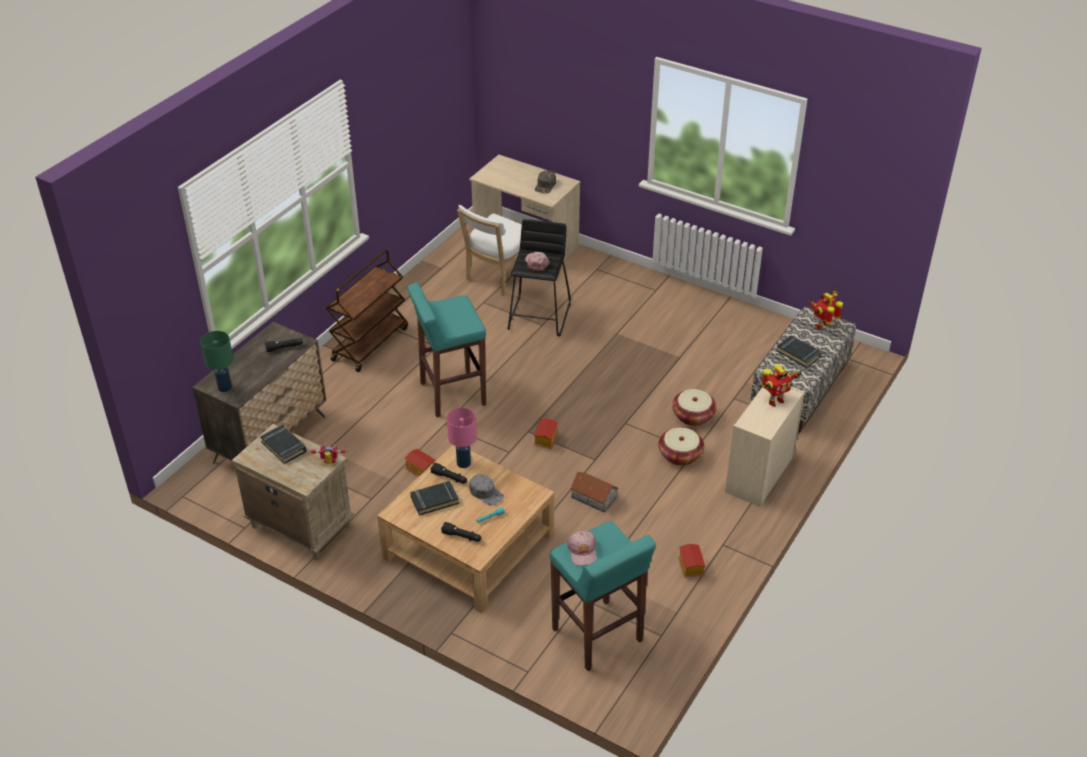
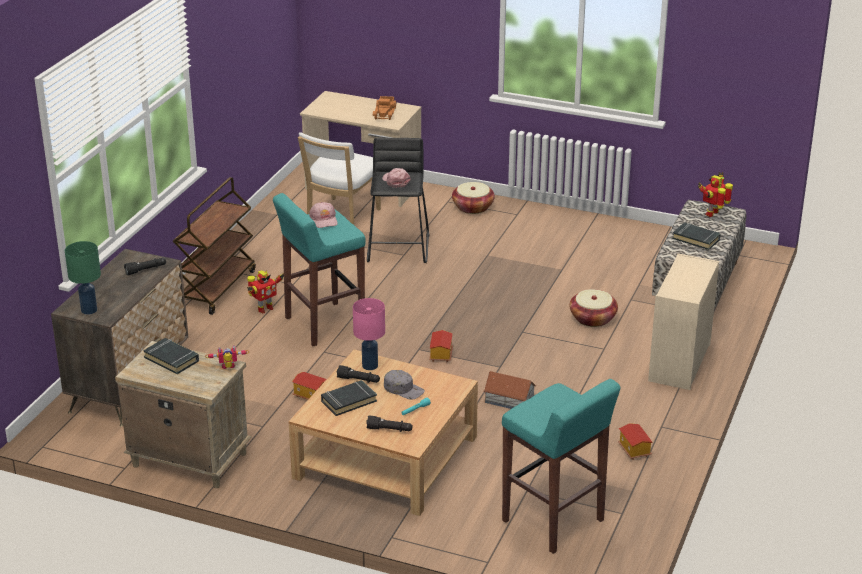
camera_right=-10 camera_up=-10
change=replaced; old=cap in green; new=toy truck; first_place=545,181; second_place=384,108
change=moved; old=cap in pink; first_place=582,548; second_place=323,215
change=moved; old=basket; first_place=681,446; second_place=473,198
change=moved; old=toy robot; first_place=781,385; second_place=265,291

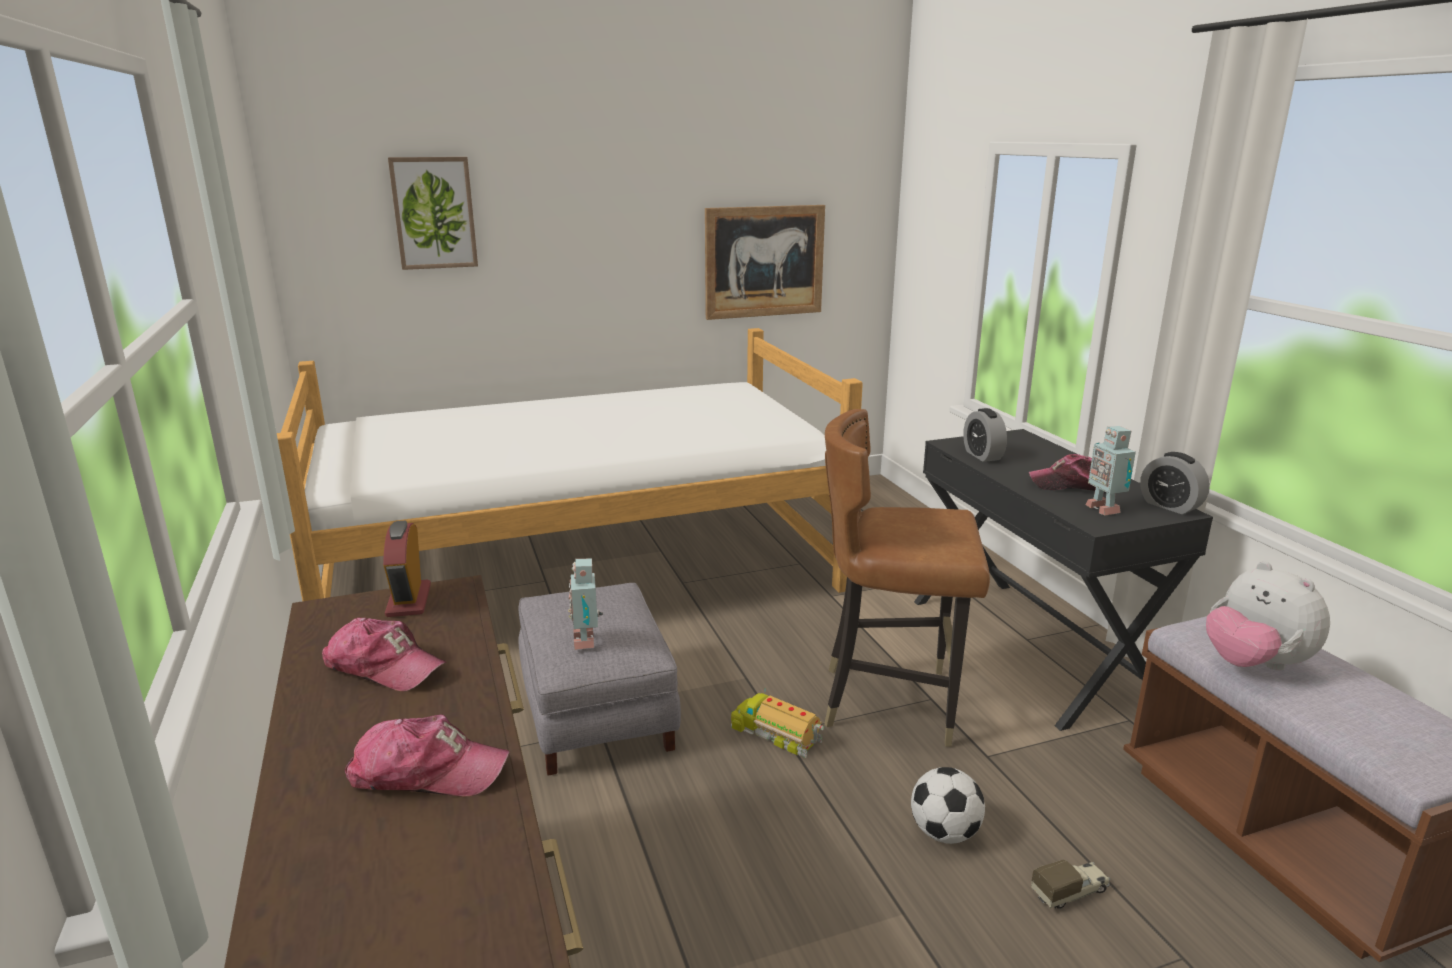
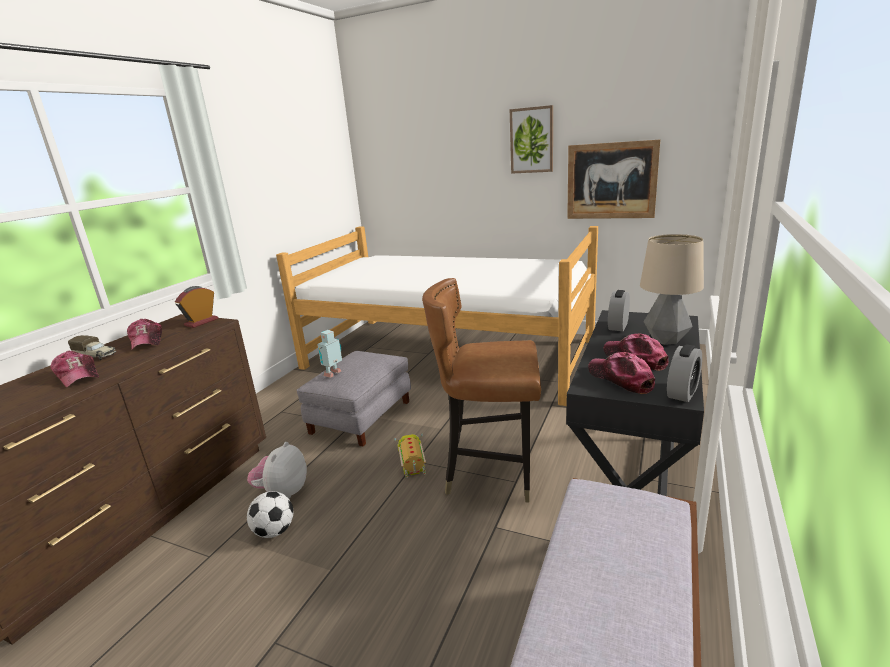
camera_right=45 camera_up=0
change=moved; old=picture; first_place=433,213; second_place=531,139
change=turned; old=chair in brown; first_place=907,578; second_place=481,390; degrees=-45
change=moved; old=football; first_place=948,805; second_place=270,514
change=moved; old=toy truck; first_place=1070,884; second_place=92,347
change=replaced; old=toy robot; new=cap; first_place=1111,471; second_place=621,373
change=turned; old=alarm clock; first_place=1175,483; second_place=684,373; degrees=-150
change=moved; old=plush toy; first_place=1268,615; second_place=277,470
change=added; new=table lamp; second_place=672,289

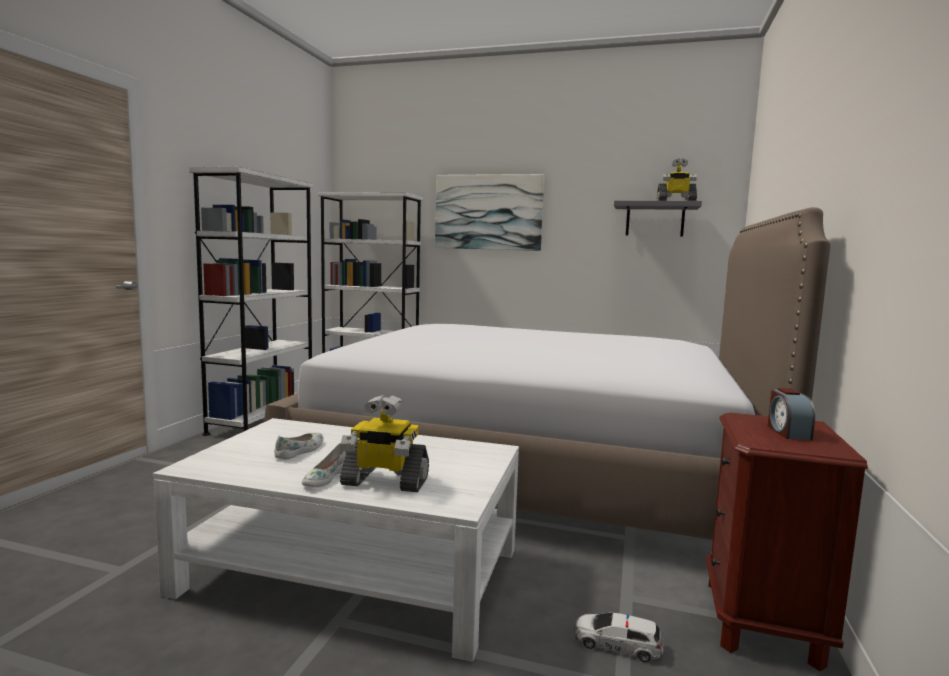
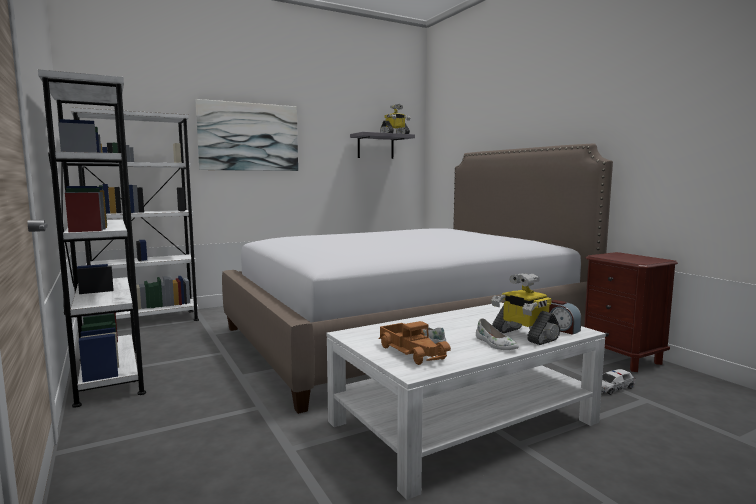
camera_right=-45 camera_up=0
change=turned; old=toy robot; first_place=384,443; second_place=525,309; degrees=90
change=moved; old=alarm clock; first_place=791,414; second_place=565,317
change=added; new=toy truck; second_place=414,343

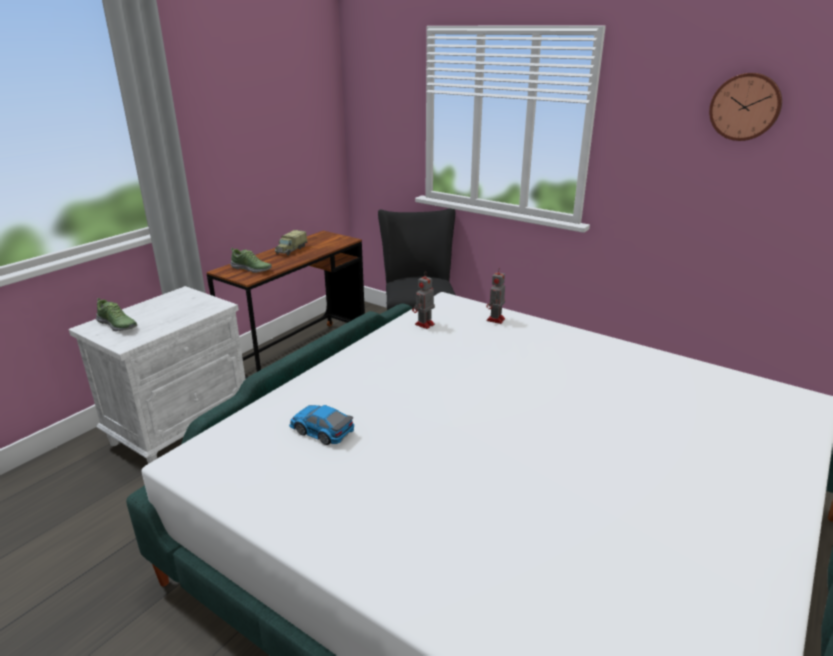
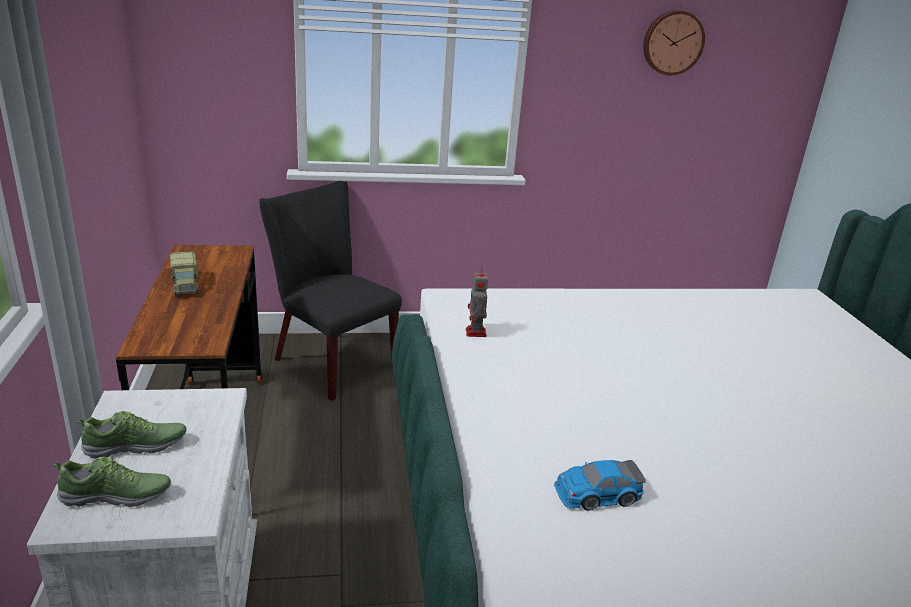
camera_right=-45 camera_up=0
change=moved; old=shoe; first_place=251,260; second_place=131,435
change=removed; old=toy robot; first_place=495,296

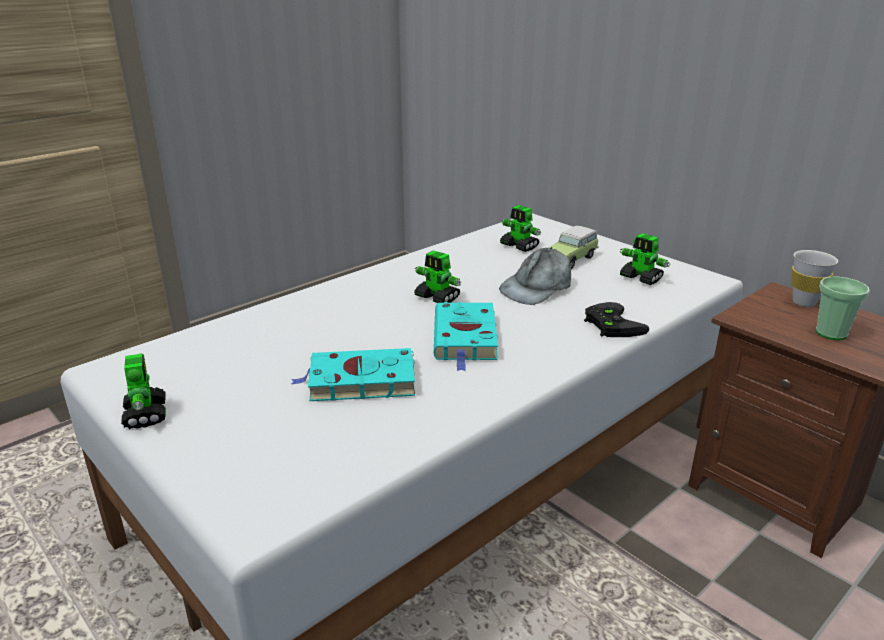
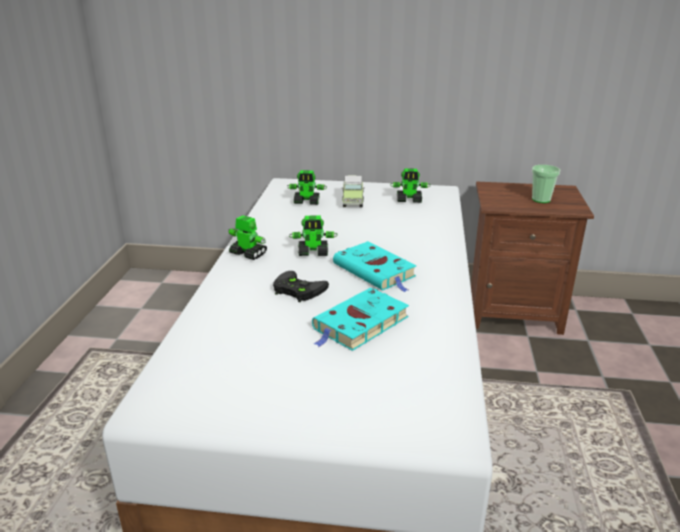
camera_right=-40 camera_up=0
change=moved; old=toy robot; first_place=143,391; second_place=248,237
change=removed; old=cap in grey; first_place=535,276
change=moved; old=game controller in black; first_place=616,319; second_place=301,286
change=removed; old=cup in white; first_place=815,278

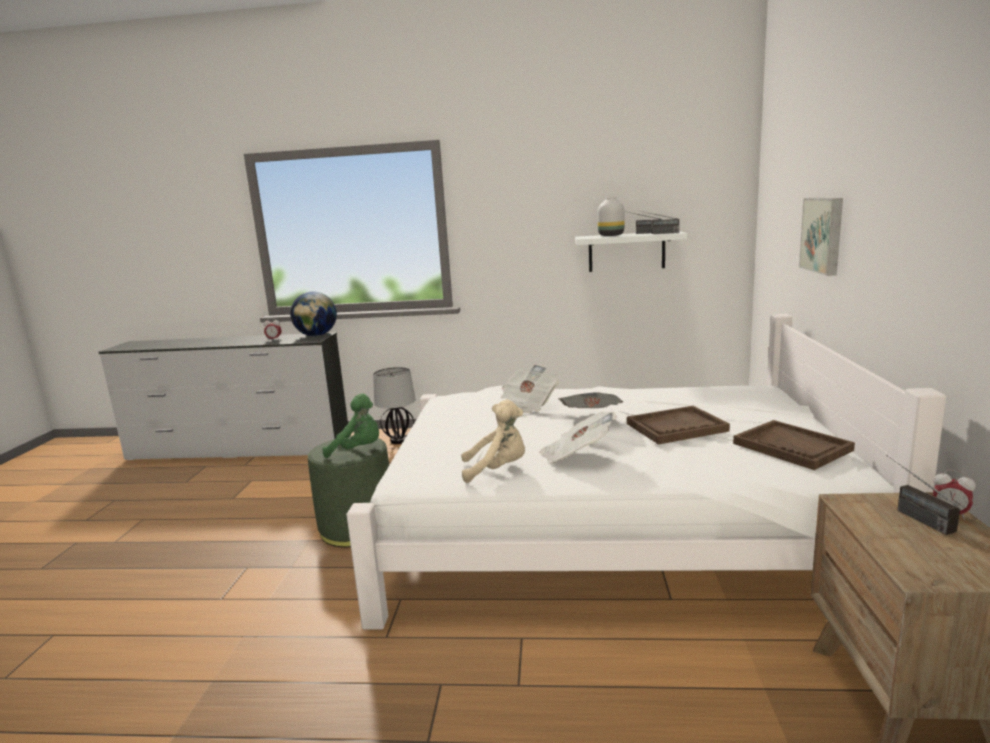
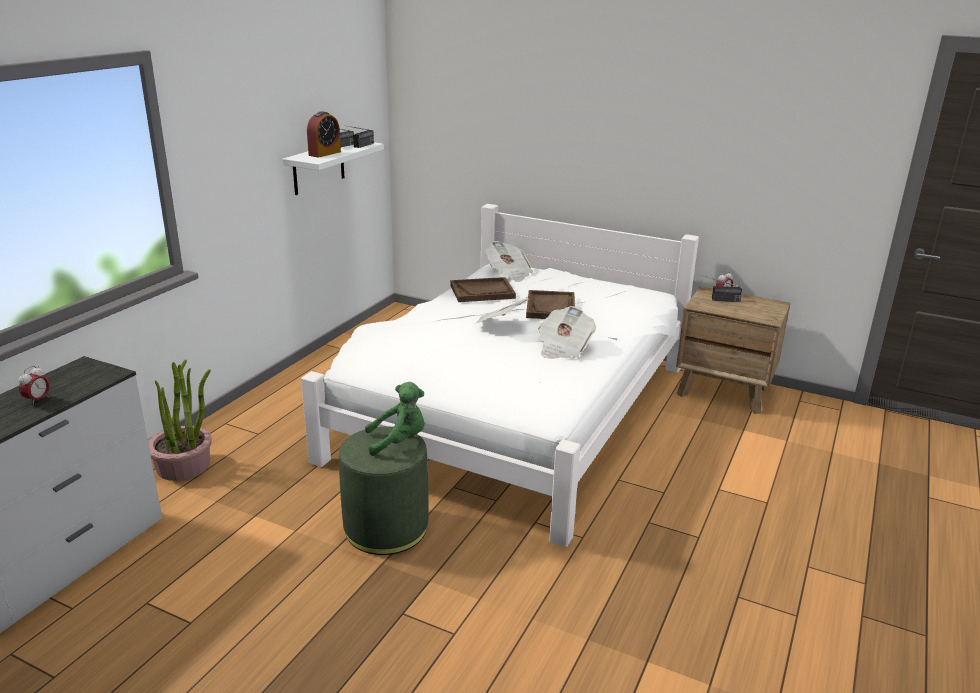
camera_right=-70 camera_up=10
change=removed; old=globe; first_place=313,313
change=turned; old=plush toy in green; first_place=350,425; second_place=395,419; degrees=45
change=replaced; old=table lamp; new=potted plant; first_place=394,405; second_place=180,420
change=removed; old=plush toy in beige; first_place=493,441
change=moved; old=newspaper; first_place=530,388; second_place=509,261
change=replaced; old=vase in white; new=alarm clock; first_place=611,216; second_place=324,134
change=moved; old=tray in brown; first_place=794,445; second_place=483,289
change=removed; old=picture; first_place=821,237

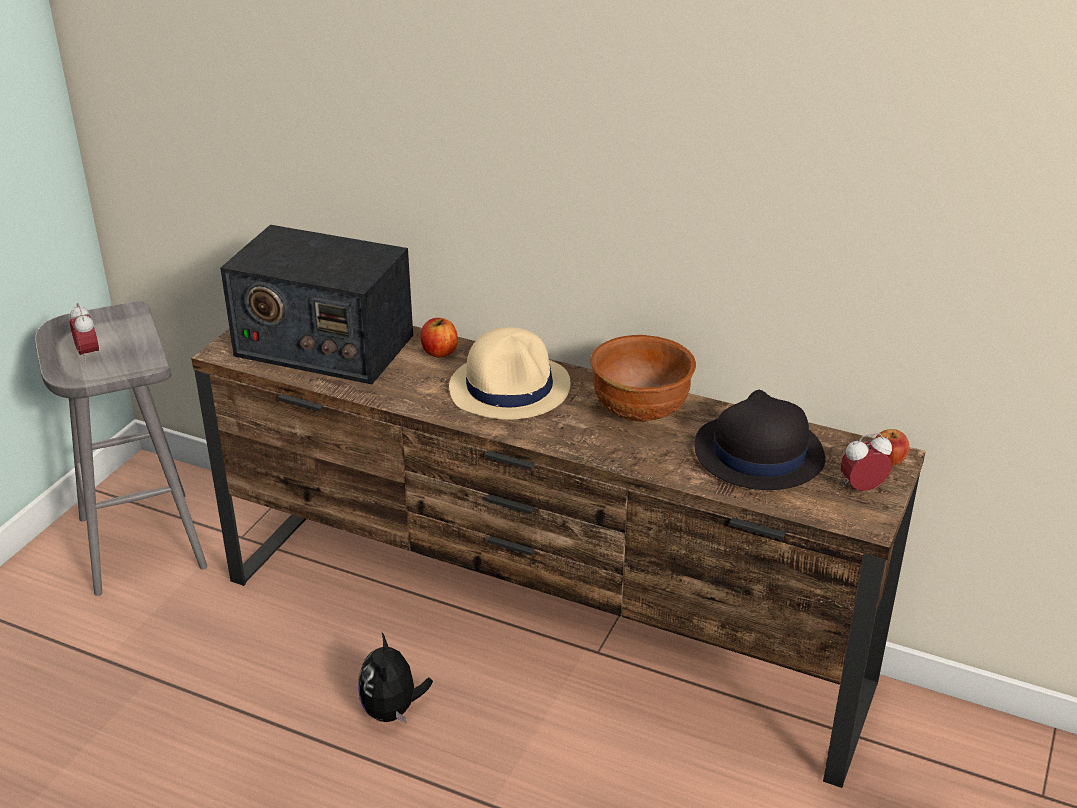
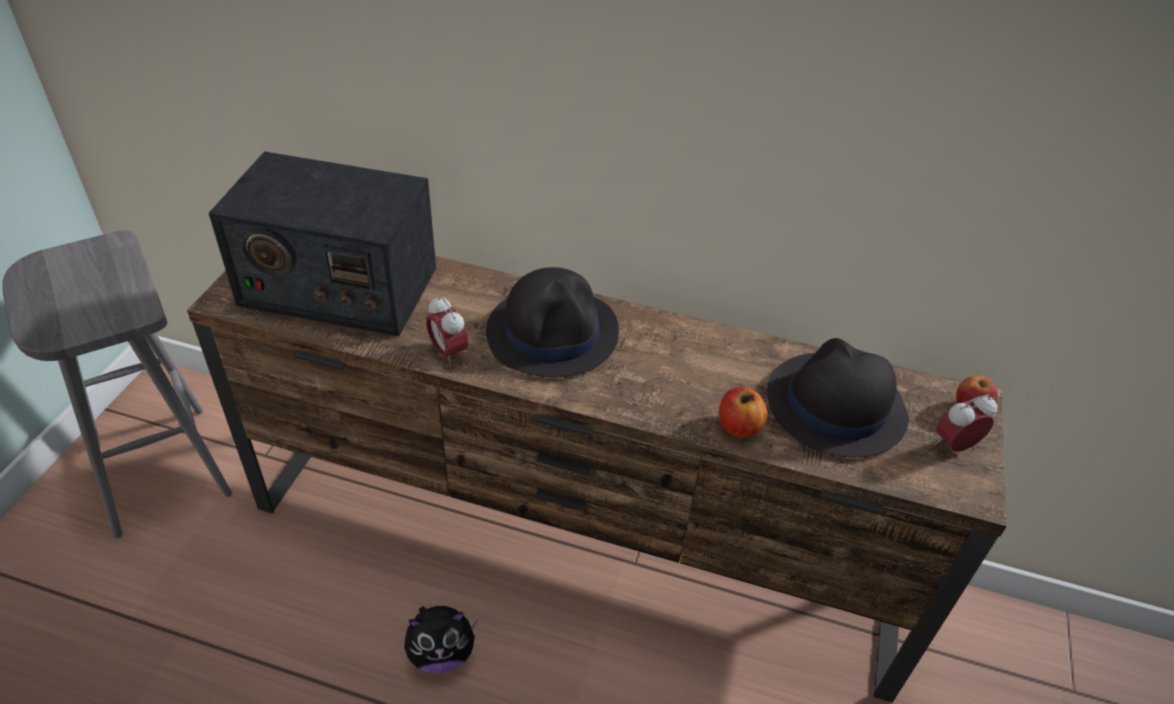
camera_right=-10 camera_up=10
change=moved; old=alarm clock; first_place=84,333; second_place=447,331
change=turned; old=plush toy; first_place=395,678; second_place=441,639; degrees=-90
change=moved; old=apple; first_place=439,338; second_place=743,412
change=recoloured; old=hat in beige; new=hat in black; first_place=509,373; second_place=552,322
change=removed; old=bowl in brown; first_place=643,378

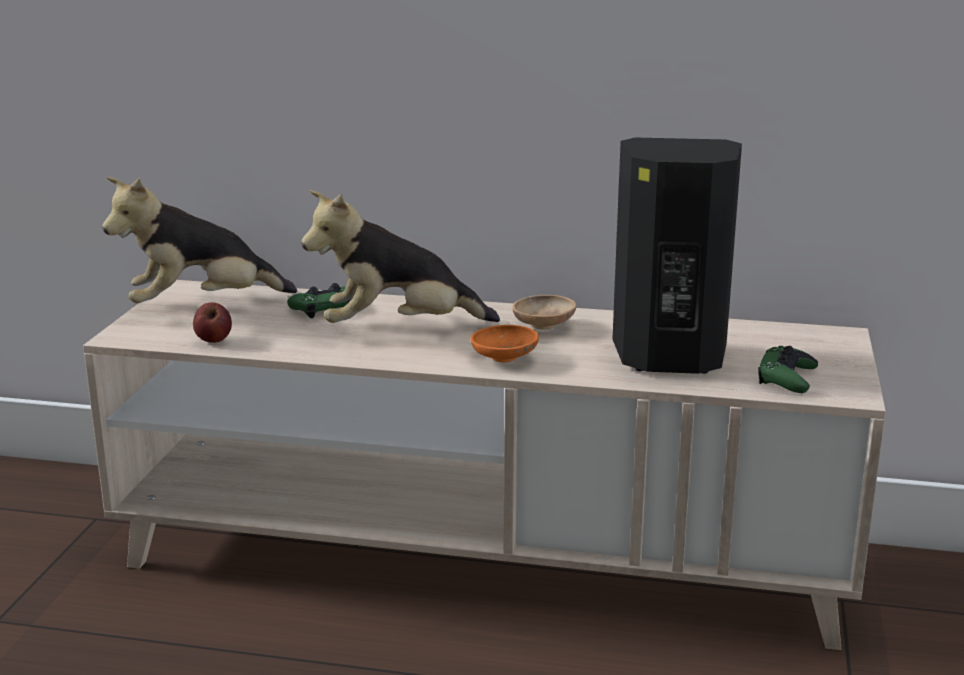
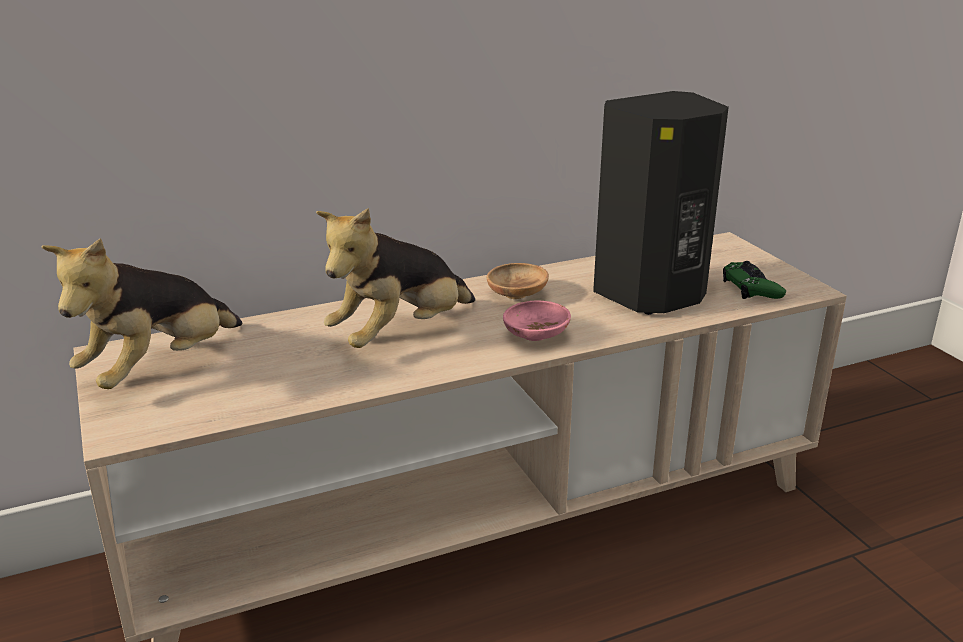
camera_right=-35 camera_up=5
change=removed; old=apple; first_place=212,322
change=removed; old=game controller in green; first_place=319,300
change=recoloured; old=bowl in orange; new=bowl in pink; first_place=504,343; second_place=537,321

